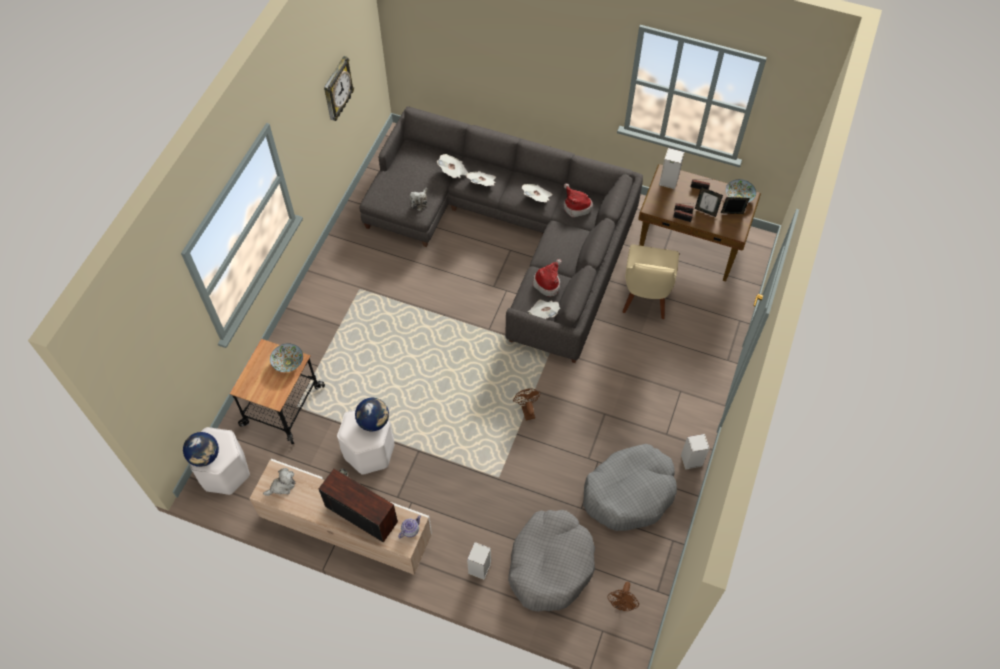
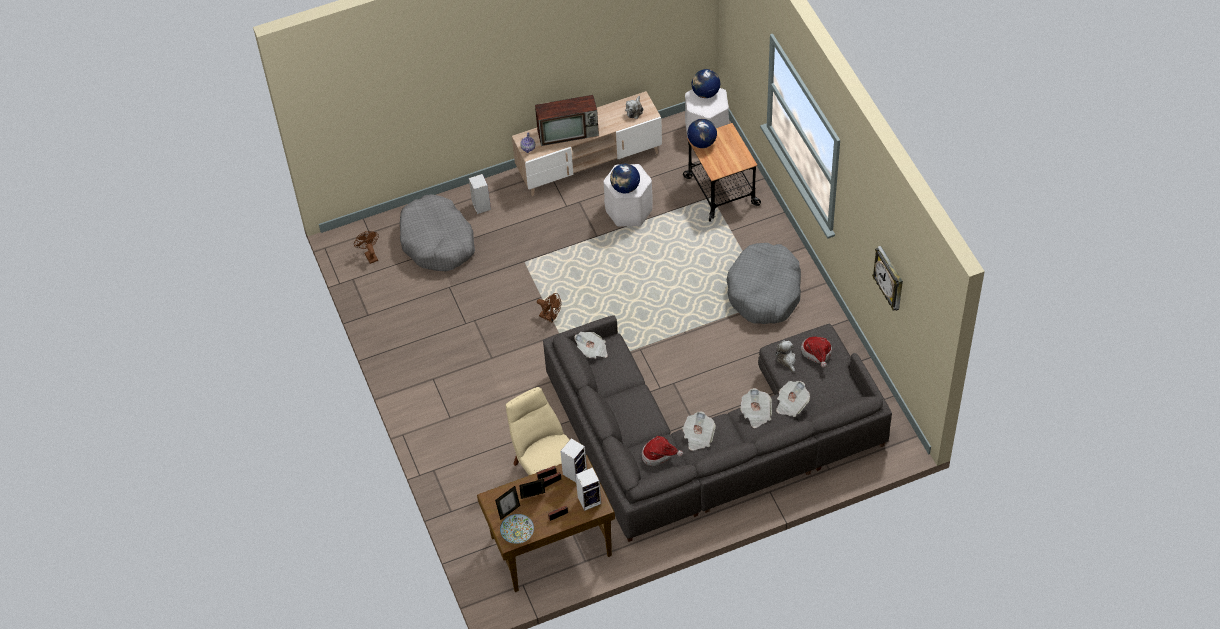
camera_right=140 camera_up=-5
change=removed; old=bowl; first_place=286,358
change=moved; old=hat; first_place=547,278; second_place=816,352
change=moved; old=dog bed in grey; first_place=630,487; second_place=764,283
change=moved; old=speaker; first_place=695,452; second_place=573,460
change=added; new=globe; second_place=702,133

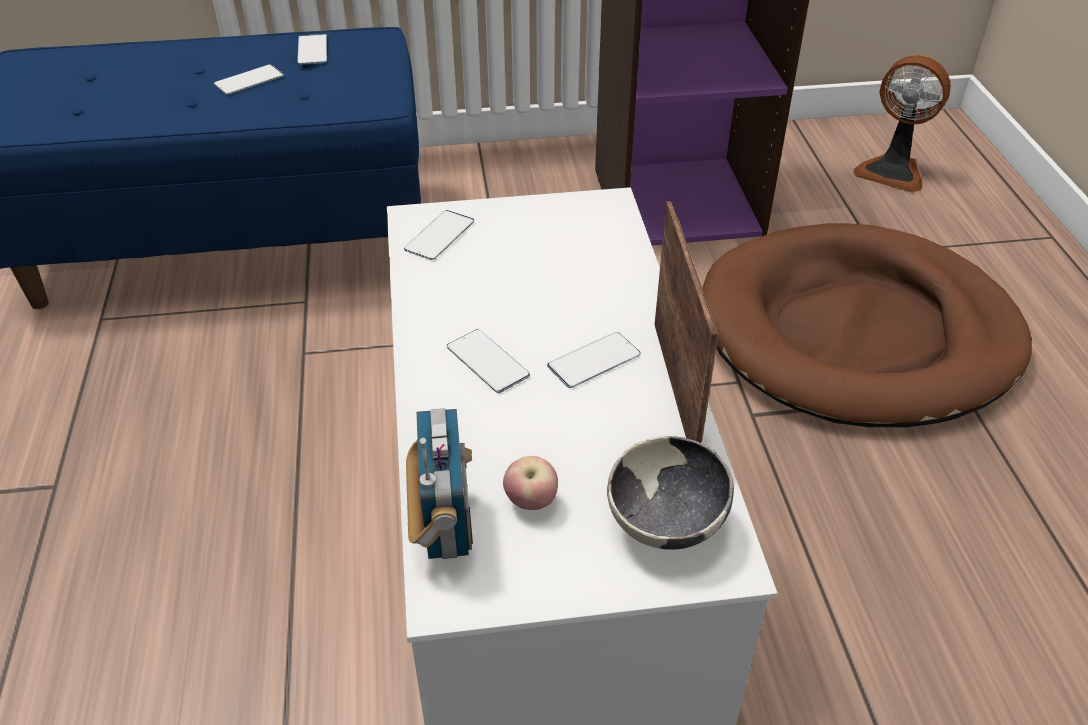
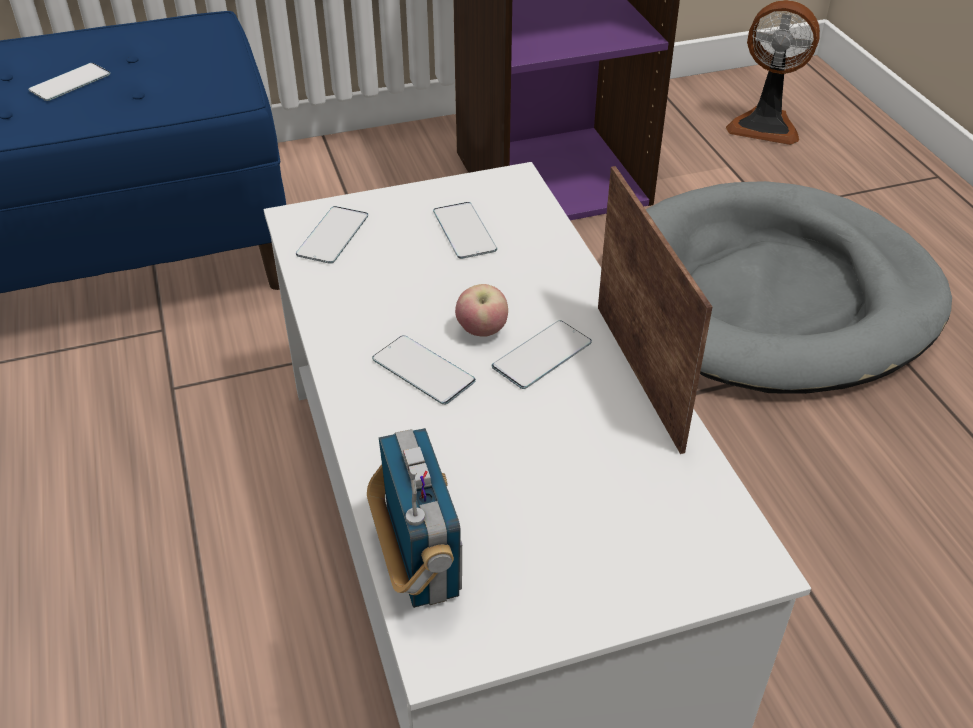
camera_right=-10 camera_up=0
change=moved; old=phone; first_place=312,49; second_place=465,230
change=moved; old=apple; first_place=530,483; second_place=481,310
change=removed; old=bowl; first_place=670,493
change=recoloured; old=dog bed in brown; new=dog bed in grey; first_place=867,325; second_place=799,287

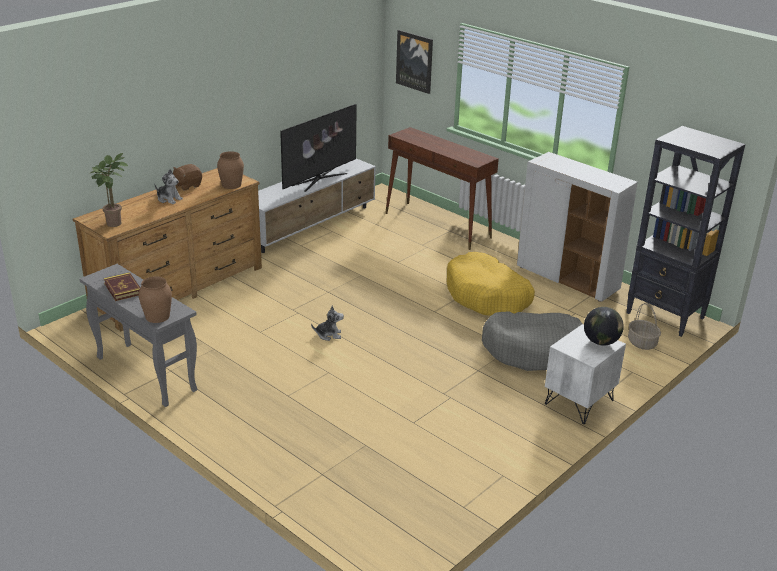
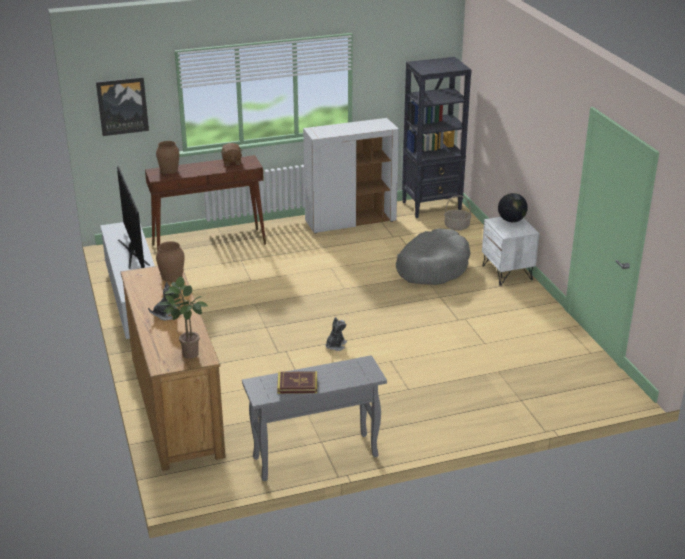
camera_right=-60 camera_up=0
change=moved; old=vase in brown; first_place=155,299; second_place=167,157
change=moved; old=plush toy in brown; first_place=187,177; second_place=232,154
change=removed; old=dog bed in yellow; first_place=491,284

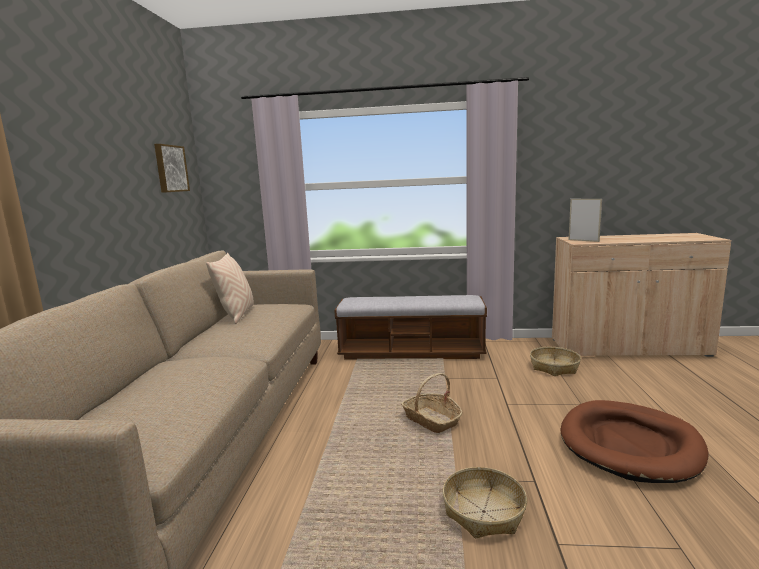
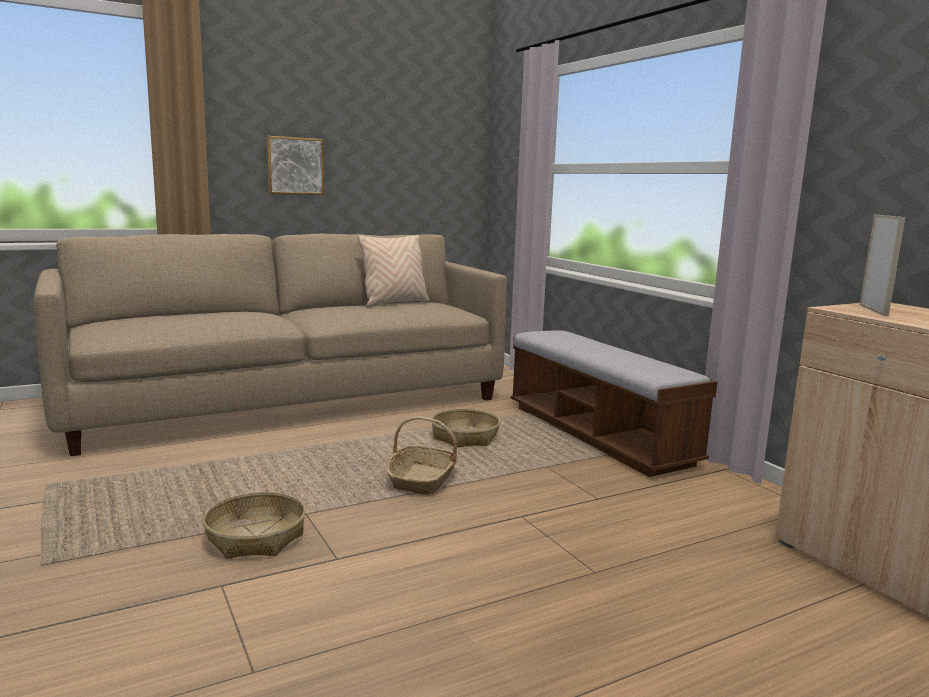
camera_right=55 camera_up=0
change=moved; old=picture; first_place=172,168; second_place=295,165
change=moved; old=basket; first_place=555,361; second_place=465,428
change=removed; old=dog bed in brown; first_place=635,441

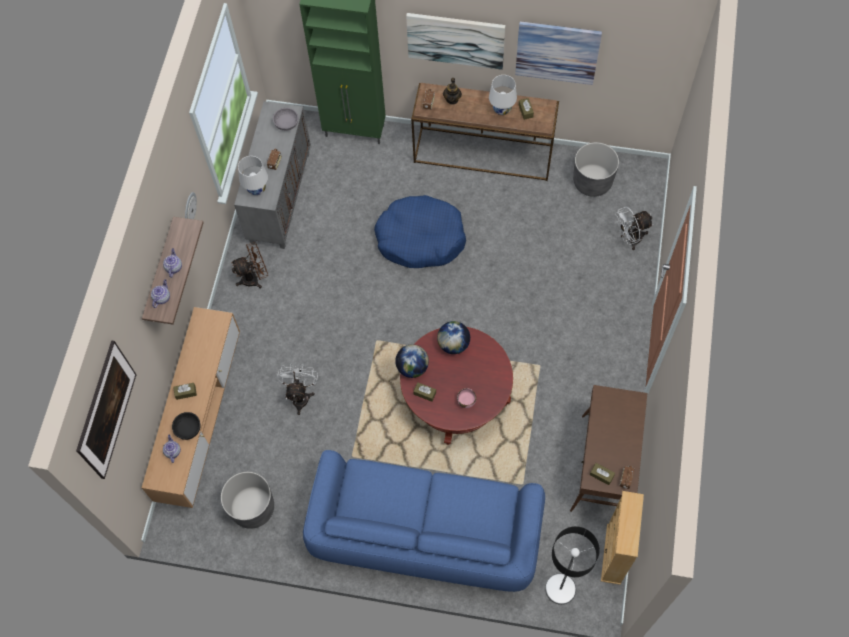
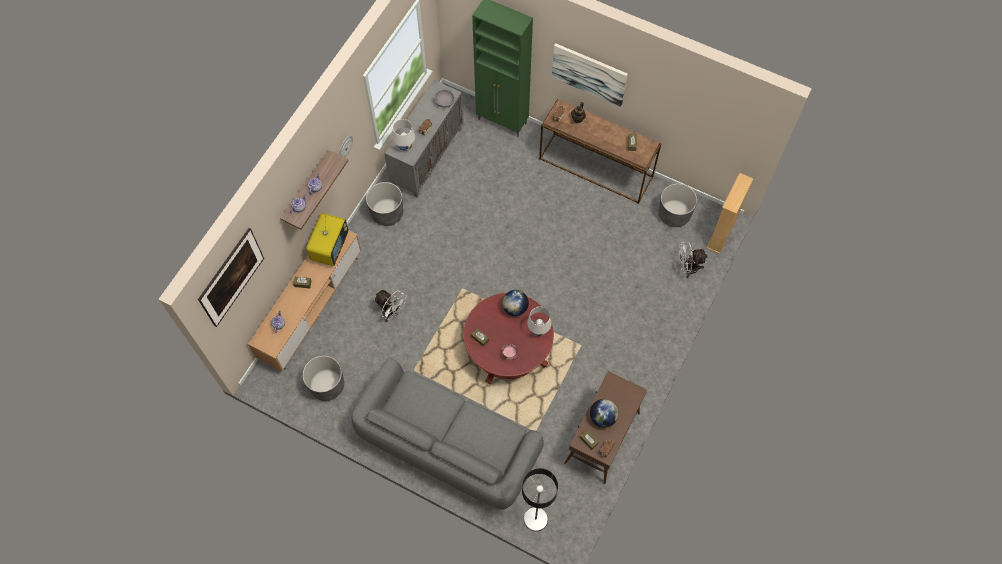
camera_right=15 camera_up=0
change=removed; old=bowl in black; first_place=186,426
change=replaced; old=fan in brown; new=planter in grey; first_place=249,265; second_place=384,204
change=turned; old=fan in white; first_place=297,389; second_place=390,305; degrees=105
change=recoloured; old=sofa in blue; new=sofa in grey; first_place=424,521; second_place=448,433
change=removed; old=dog bed in blue; first_place=420,231
change=moved; old=globe; first_place=412,361; second_place=604,413
change=moved; old=table lamp in white; first_place=503,95; second_place=539,321
change=removed; old=picture; first_place=558,53
change=moved; old=bookcase in beige; first_place=622,538; second_place=730,213
change=added; new=television; second_place=327,239

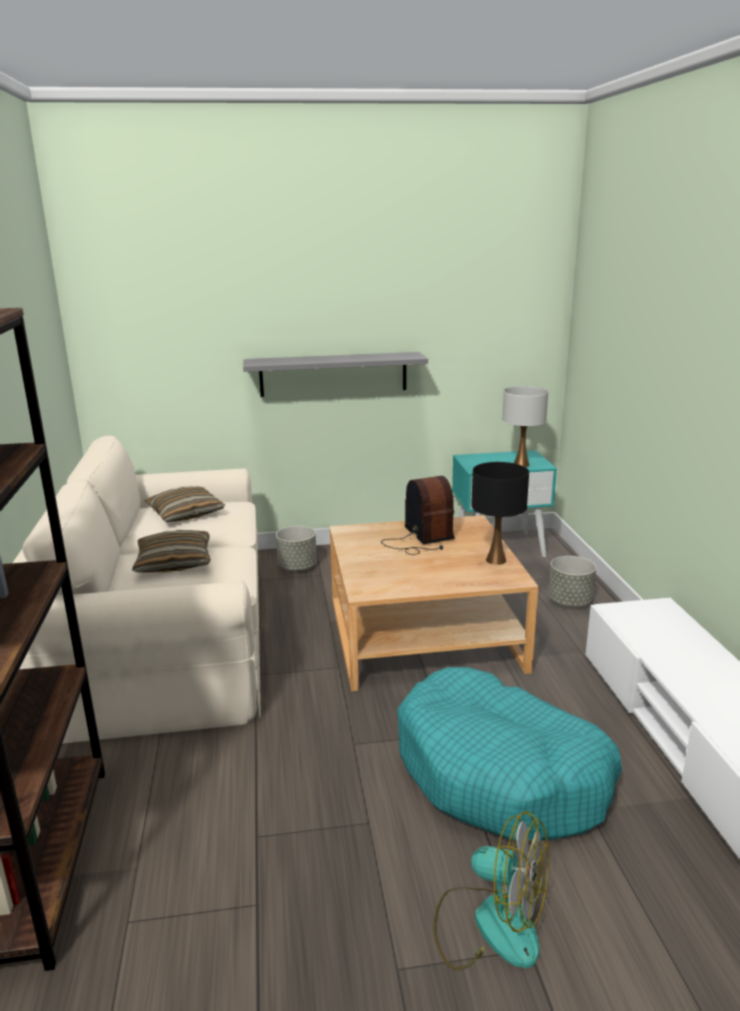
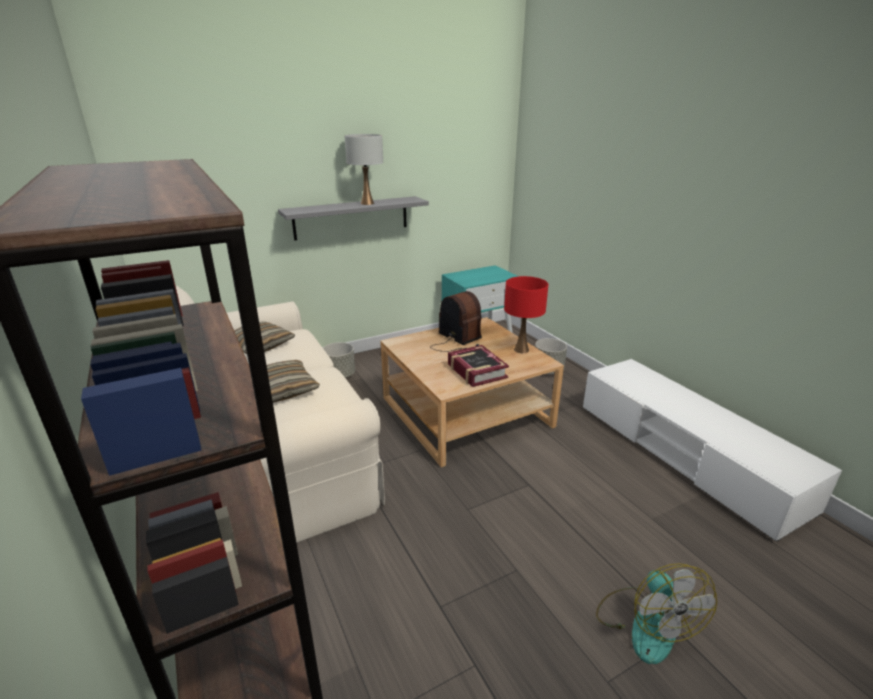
camera_right=-20 camera_up=5
change=removed; old=dog bed in turquoise; first_place=509,754
change=turned; old=fan; first_place=491,890; second_place=656,613; degrees=75
change=recoloured; old=table lamp in black; new=table lamp in red; first_place=500,513; second_place=526,314
change=moved; old=table lamp in white; first_place=525,426; second_place=364,169
change=added; new=book; second_place=478,366

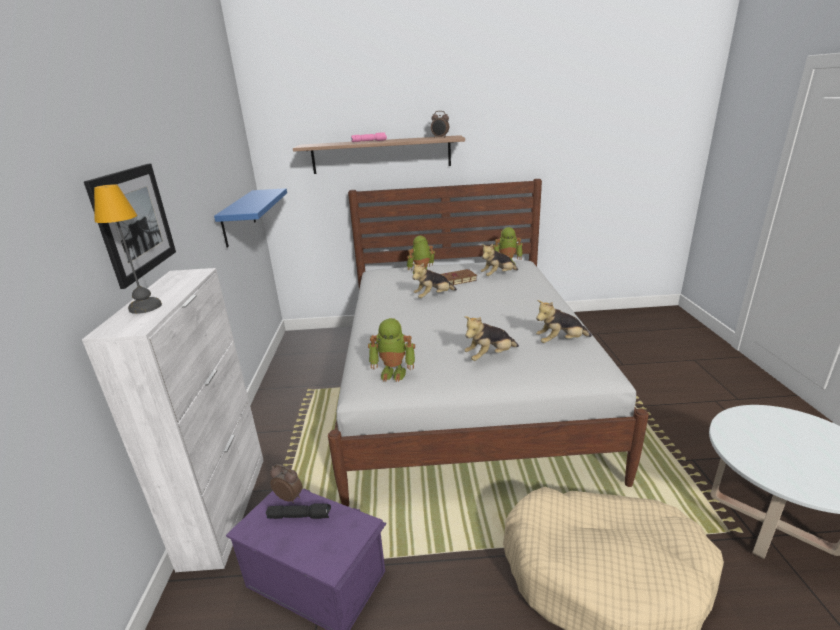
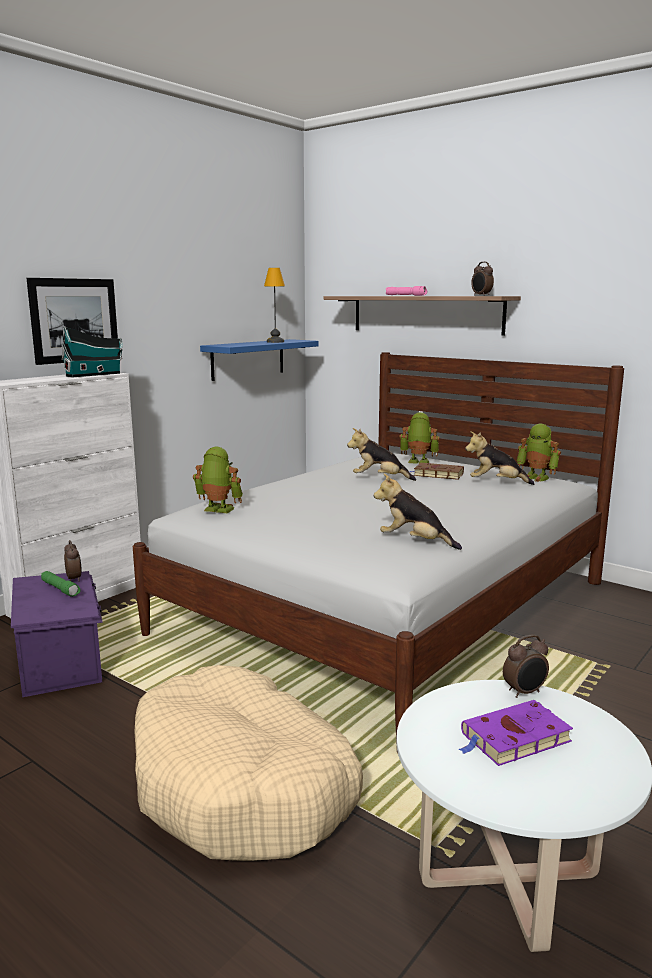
camera_right=40 camera_up=-10
change=moved; old=table lamp; first_place=128,249; second_place=274,305
change=recoloured; old=flashlight in black; new=flashlight in green; first_place=298,511; second_place=61,584
change=turned; old=toy robot; first_place=391,350; second_place=218,480; degrees=150
change=removed; old=plush toy; first_place=491,338
change=added; new=toy house; second_place=92,352
change=added; new=book in purple; second_place=515,733
change=added; new=alarm clock; second_place=526,666

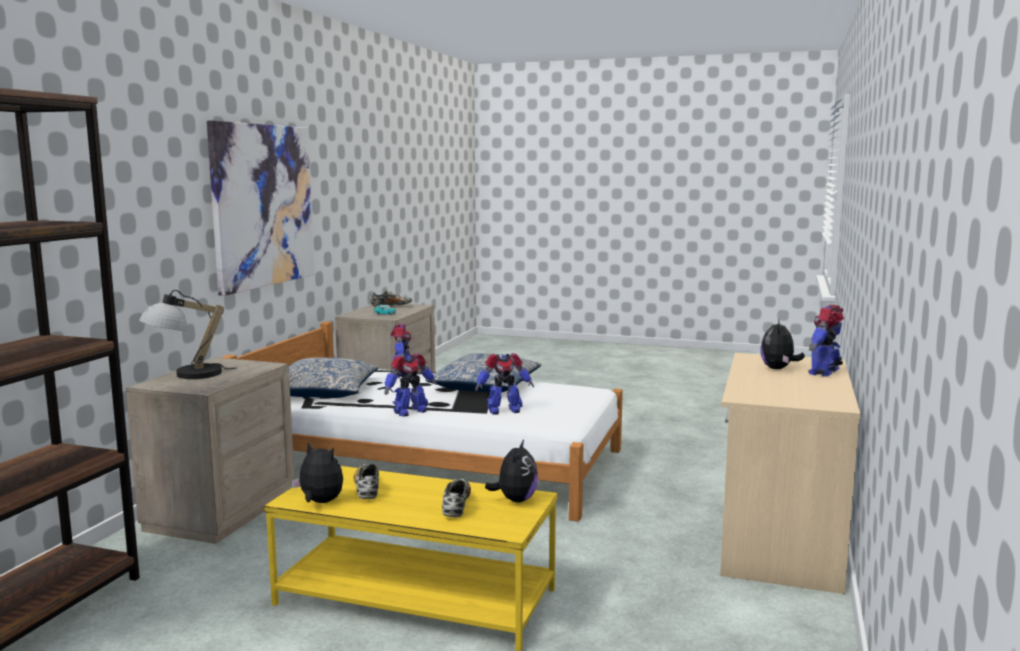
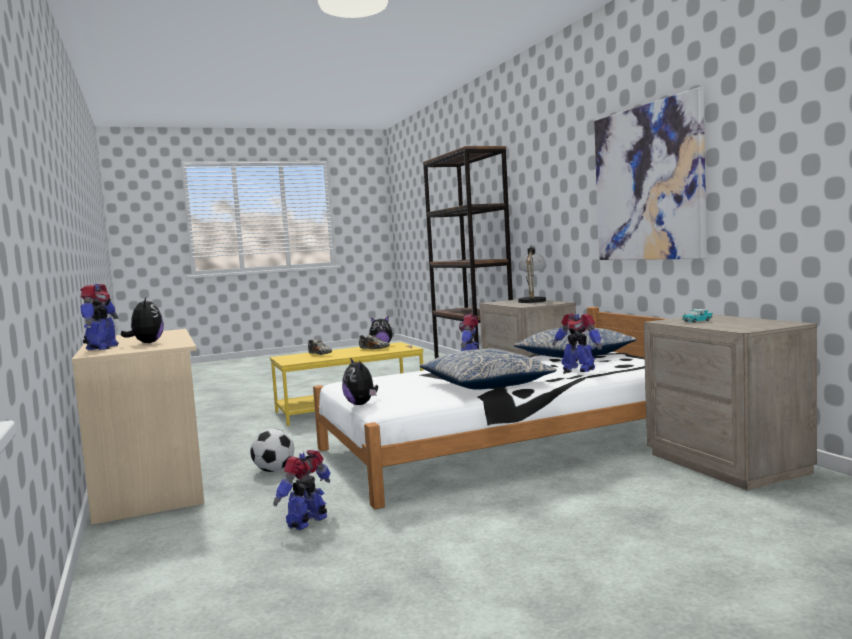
camera_right=140 camera_up=-5
change=removed; old=shoe; first_place=391,299
change=moved; old=toy robot; first_place=504,383; second_place=301,490
change=moved; old=plush toy; first_place=511,471; second_place=360,381
change=added; new=football; second_place=272,450

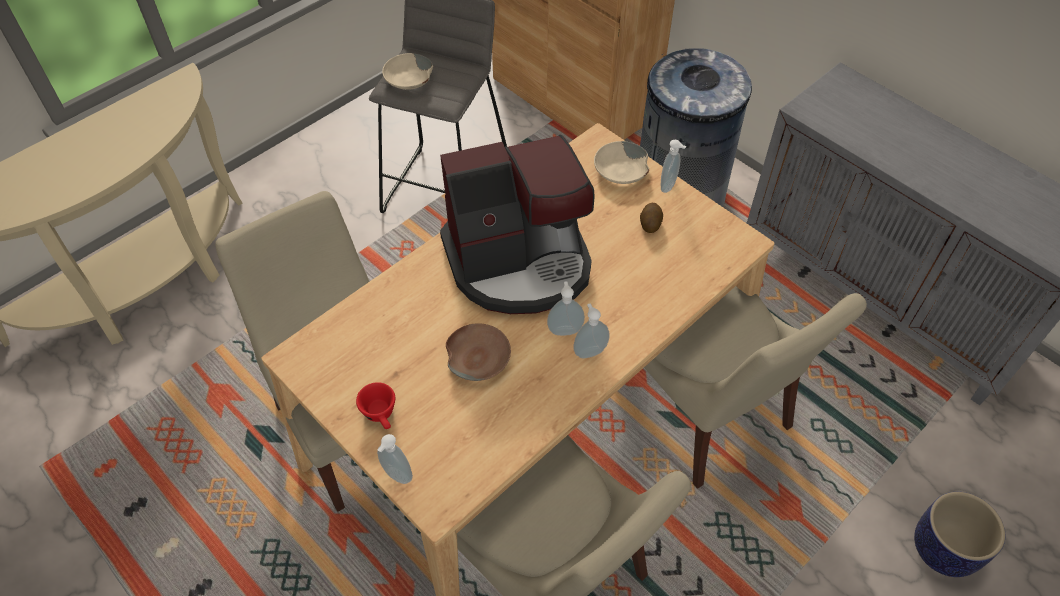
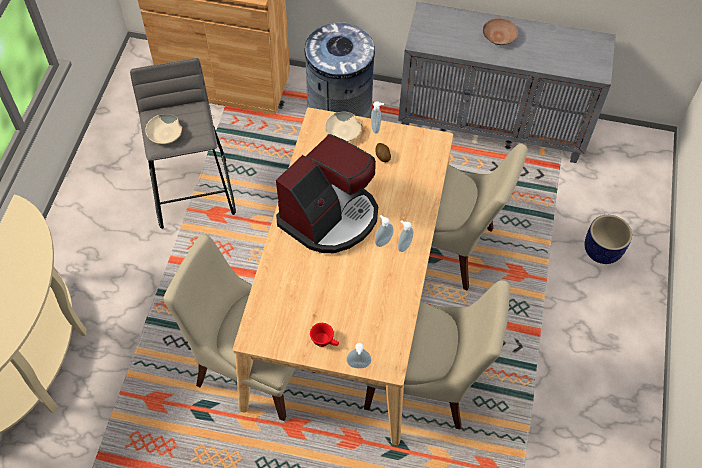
camera_right=-35 camera_up=5
change=moved; old=bowl in brown; first_place=478,352; second_place=500,31

